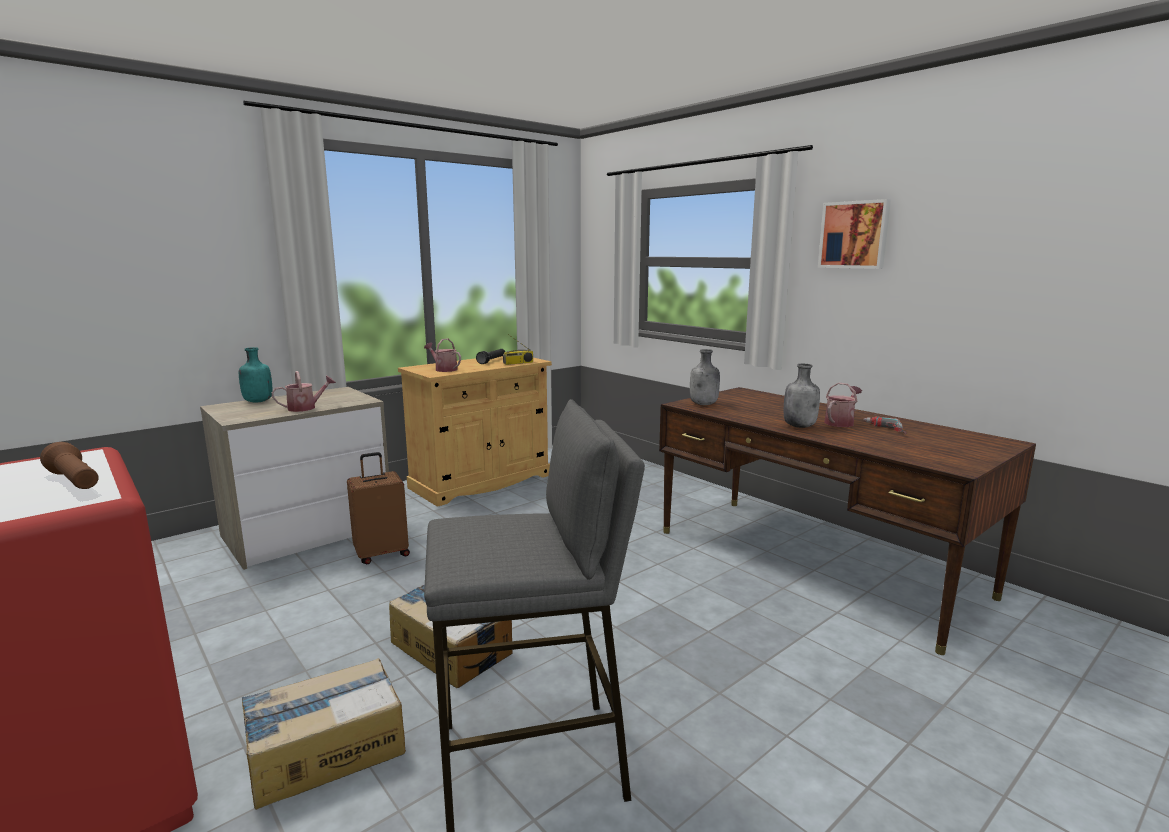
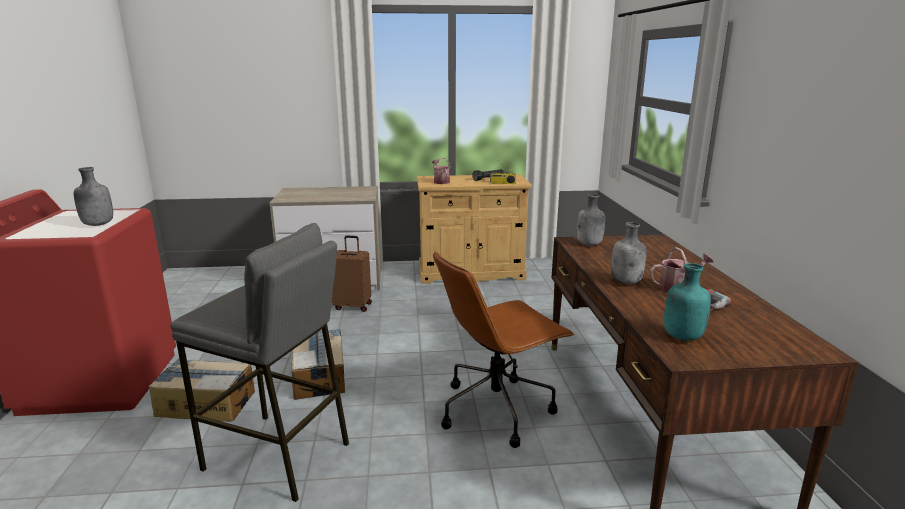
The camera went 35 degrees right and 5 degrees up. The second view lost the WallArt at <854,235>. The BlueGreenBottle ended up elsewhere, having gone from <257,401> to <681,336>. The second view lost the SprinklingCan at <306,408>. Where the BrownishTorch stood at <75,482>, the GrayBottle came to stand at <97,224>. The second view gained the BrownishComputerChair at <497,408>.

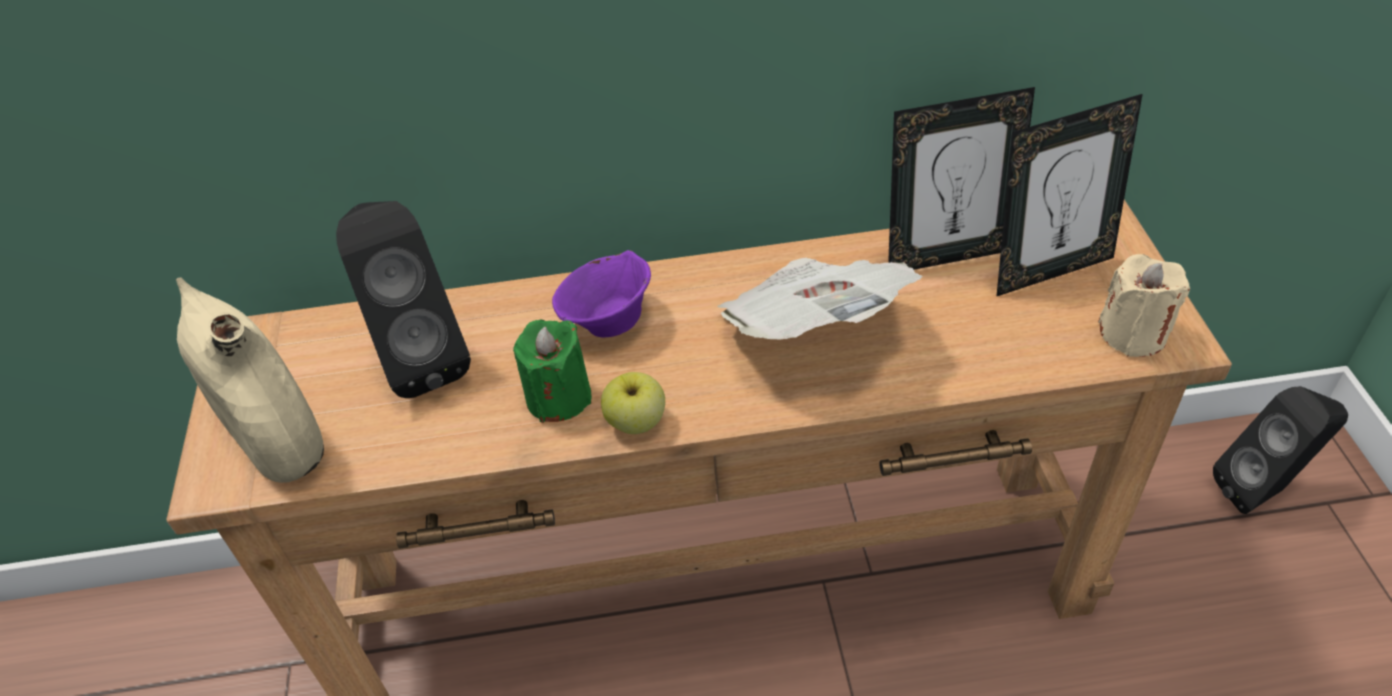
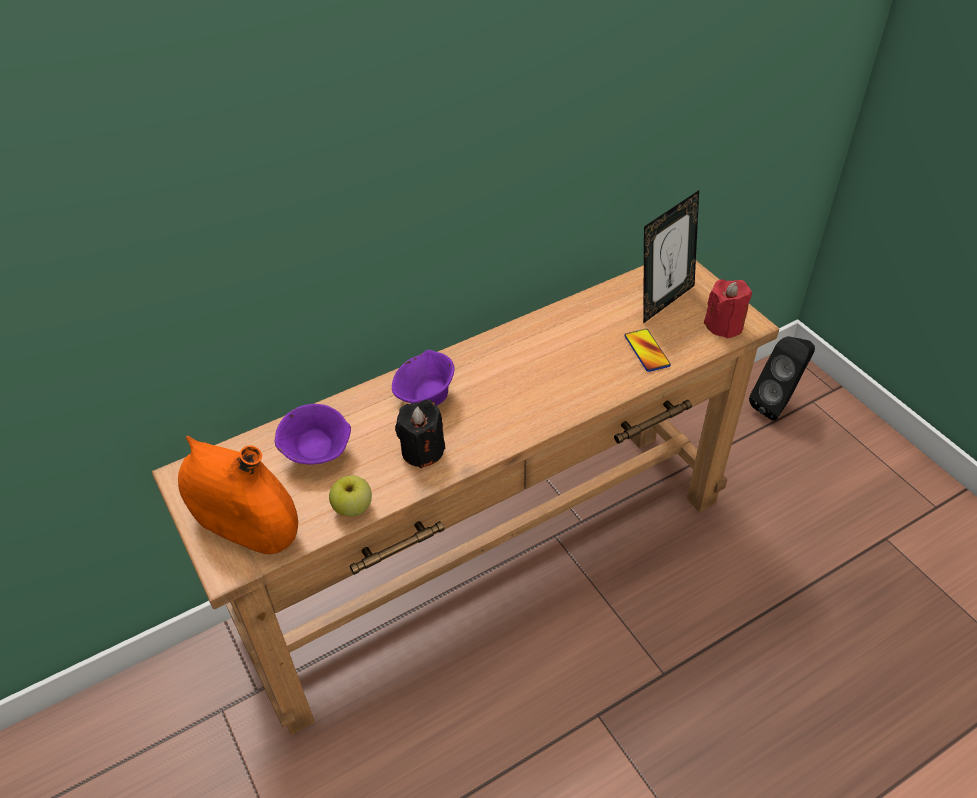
The camera went 25 degrees left and 0 degrees up. The second view lost the PhotoFrame at <947,255>. Where the BlackColouredLoudspeaker stood at <420,359>, the PurpleDeepDish came to stand at <318,454>. What was the SandColouredCandle at <1133,334> turned into the RedColouredCandle at <724,325>. The second view lost the Newspaper at <813,329>. What was the SandColouredFlowerVase at <271,433> turned into the OrangeFlowerVase at <247,527>. What was the GreenColouredCandle at <558,397> turned into the BlackColouredCandle at <422,451>. The WholeApple ended up elsewhere, having gone from <636,422> to <353,508>. The second view gained the Telephone at <647,351>.

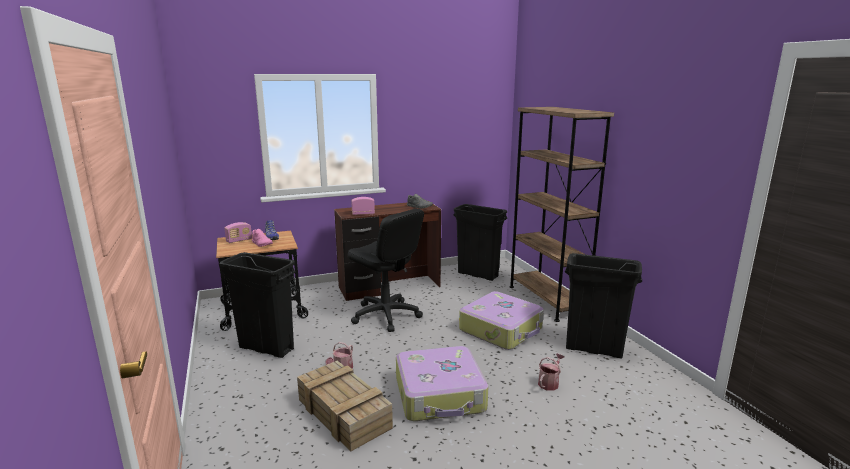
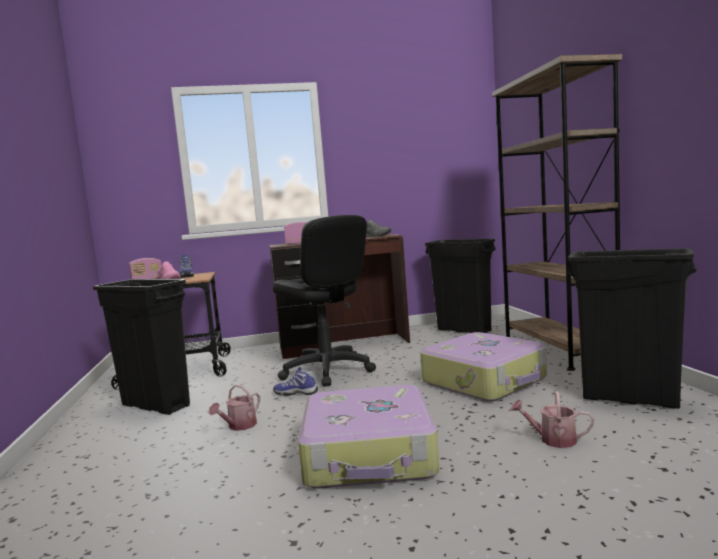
The camera went 10 degrees right and 10 degrees down. The SprinklingCan at <549,383> ended up facing another way, 120 degrees counterclockwise from before. The second view lost the Crate at <345,414>. The second view gained the LowShoe at <296,393>.

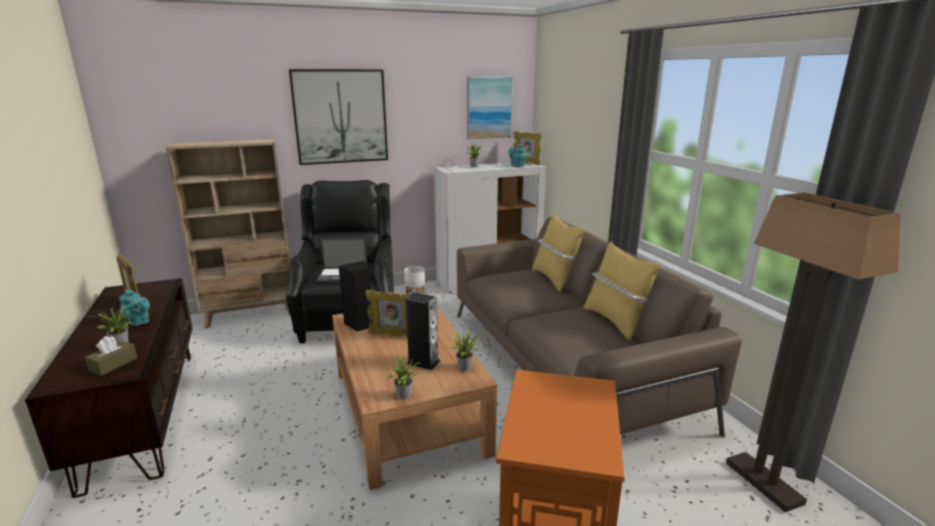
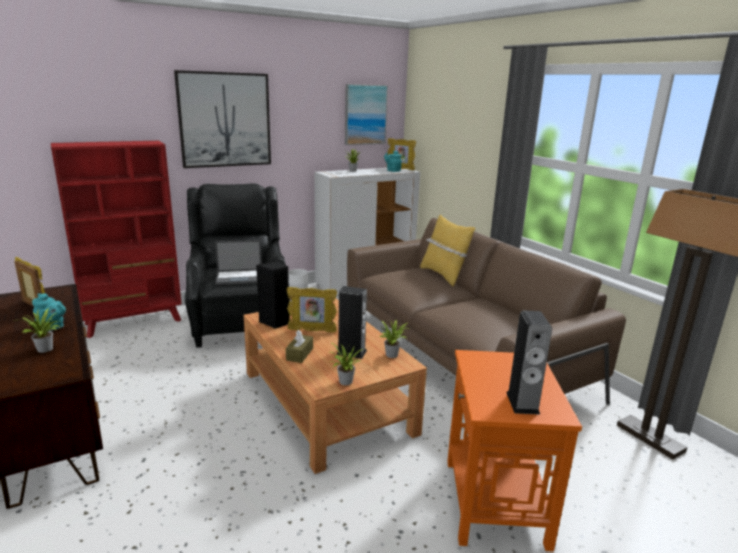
The camera went 10 degrees left and 0 degrees up. What was the SandColouredShelvingUnit at <251,314> turned into the RedColouredShelvingUnit at <134,322>. The second view lost the YellowishPillow at <615,321>. The BrownishBoxOfTissues ended up elsewhere, having gone from <113,364> to <299,354>. The second view gained the Loudspeaker at <522,403>.

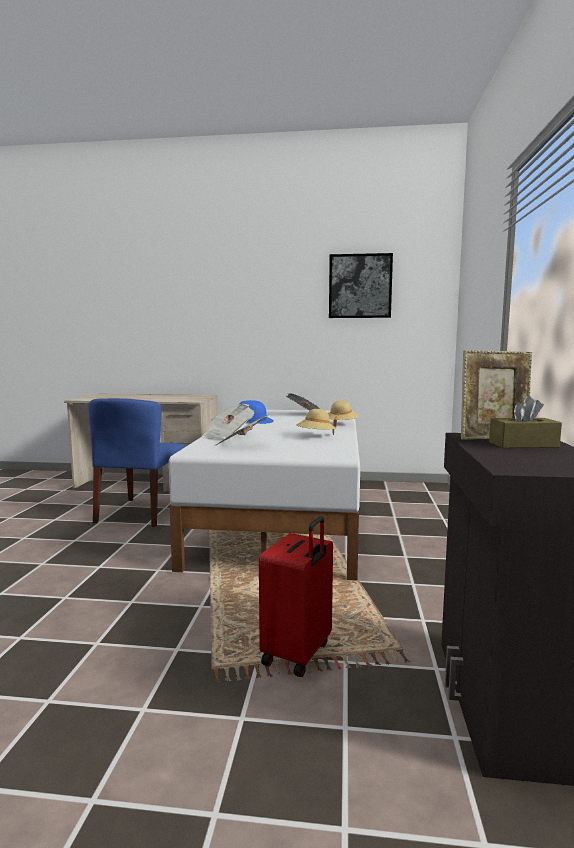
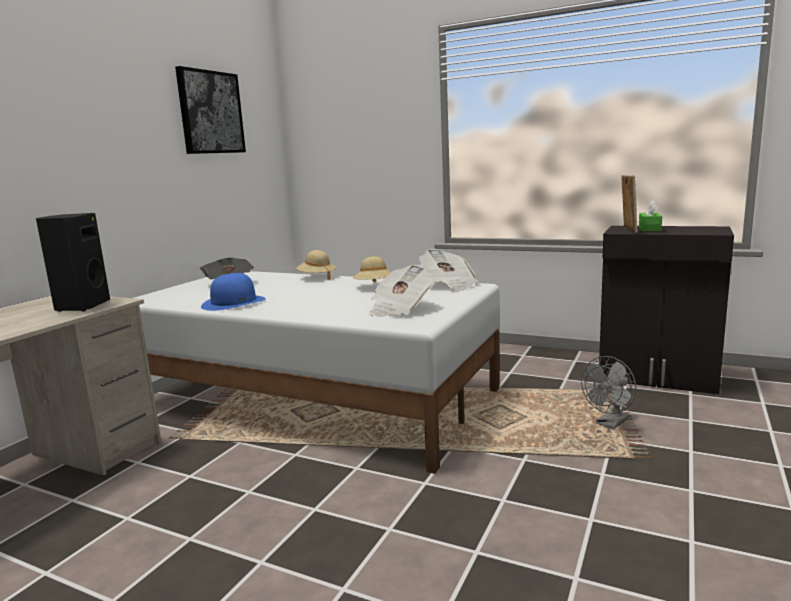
The camera went 70 degrees left and 5 degrees up. What was the BrownishBoxOfTissues at <523,445> turned into the GreenColouredBoxOfTissues at <649,229>. The second view lost the BlueColouredChair at <141,512>. The Newspaper ended up elsewhere, having gone from <227,435> to <449,285>. Where the RedColouredPieceOfLuggage stood at <298,654>, the GrayFan came to stand at <609,424>. The second view gained the BlackColouredLoudspeaker at <81,307>.

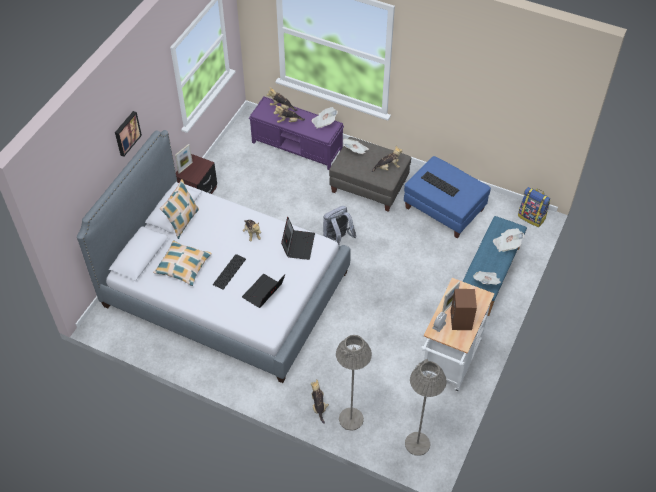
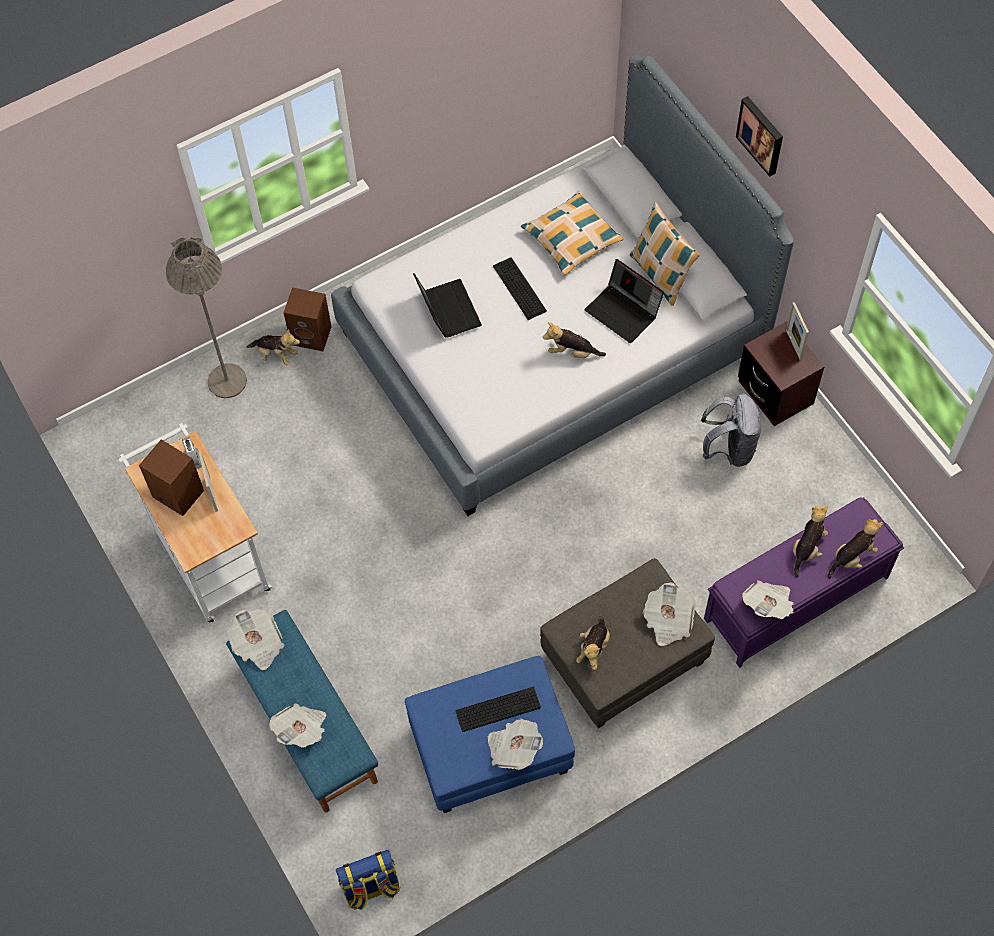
The camera went 125 degrees right and 10 degrees up. The GrayRucksack ended up elsewhere, having gone from <337,239> to <729,448>. The Laptop ended up elsewhere, having gone from <298,244> to <624,312>. The second view lost the GrayStandingLamp at <417,444>. The second view gained the BrownishLoudspeaker at <312,335>. The second view gained the Newspaper at <513,748>.

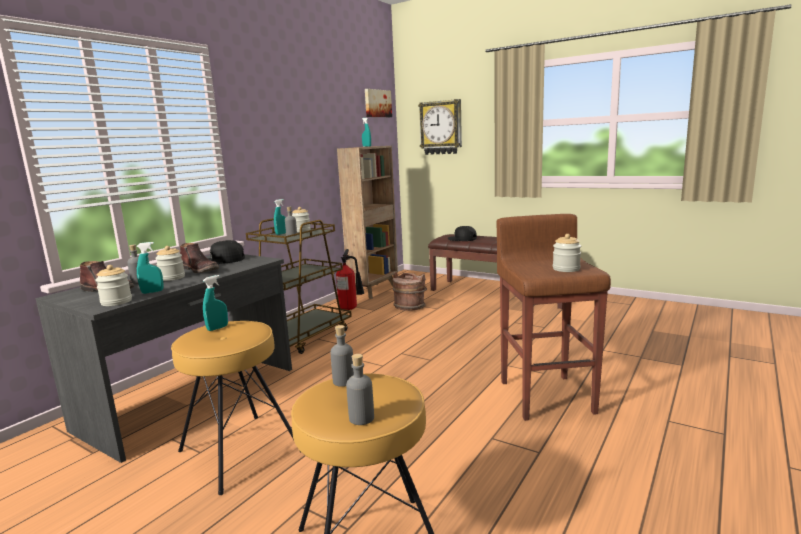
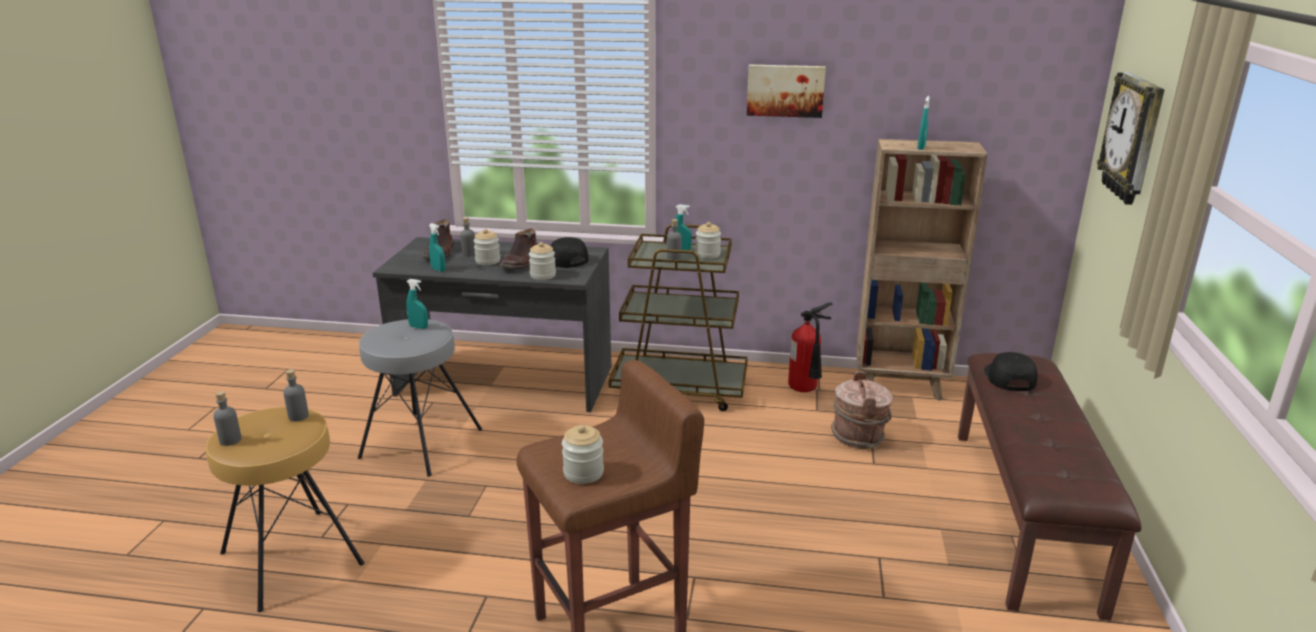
The camera went 65 degrees right and 10 degrees up. The WallArt ended up elsewhere, having gone from <377,103> to <785,90>. The Jar ended up elsewhere, having gone from <116,302> to <543,275>. What was the BrownishStoolSeat at <239,451> turned into the GrayStoolSeat at <420,443>.

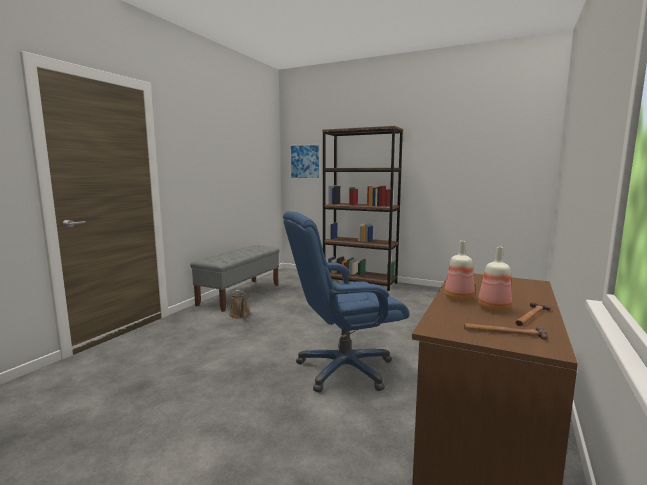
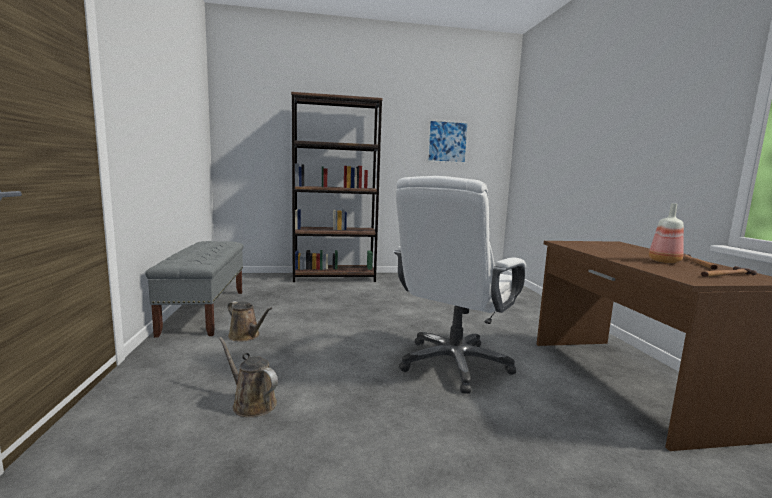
The camera went 35 degrees left and 0 degrees up. The WallArt ended up elsewhere, having gone from <305,161> to <447,141>. What was the BlueColouredComputerChair at <344,369> turned into the WhitishComputerChair at <454,364>. The second view lost the Bottle at <460,299>. The second view gained the BrownishSprinklingCan at <251,403>.

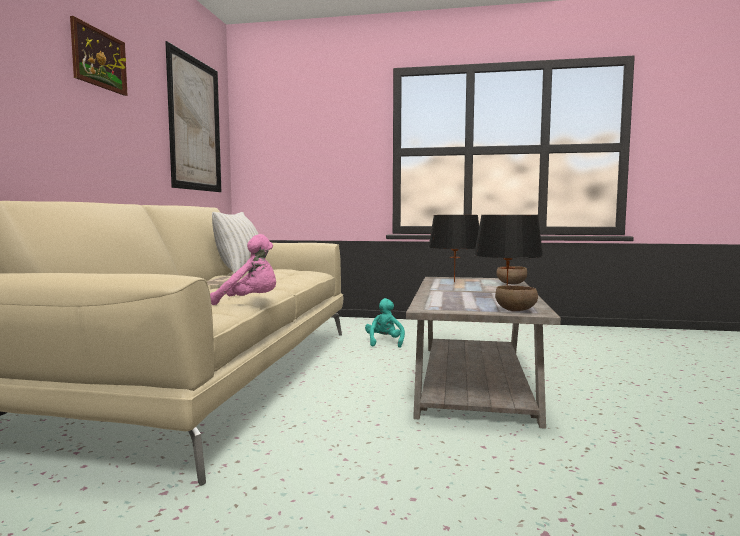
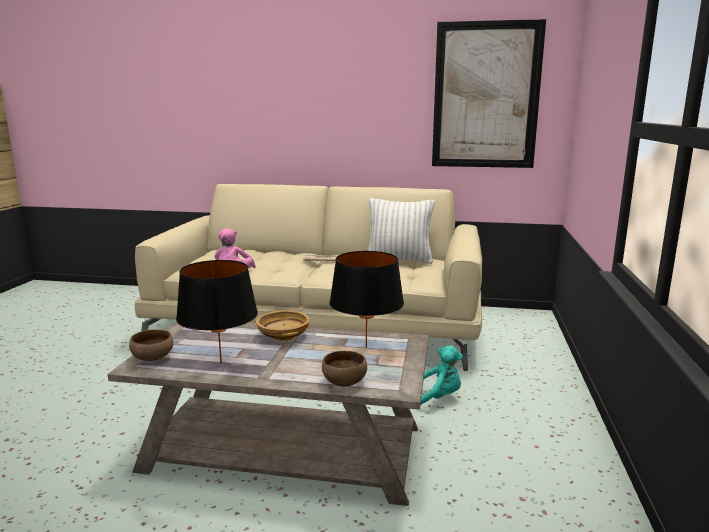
The camera went 90 degrees right and 10 degrees up. The second view lost the WallArt at <99,59>. The second view gained the SandColouredDeepDish at <283,335>.

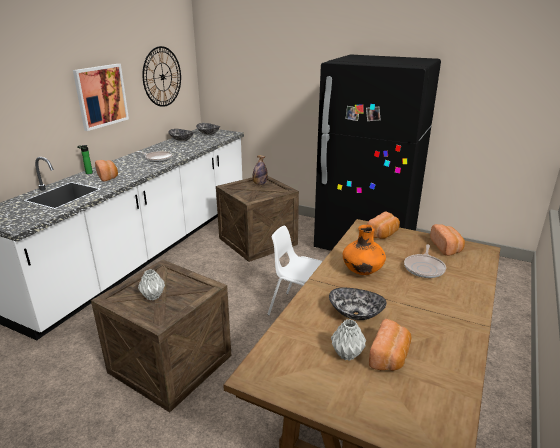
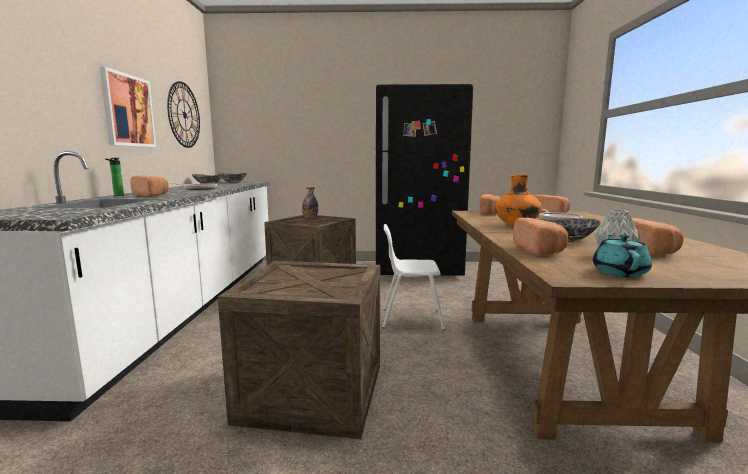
The camera went 25 degrees left and 15 degrees down. The second view lost the GrayFlowerVase at <152,296>. The second view gained the BakedBread at <540,250>. The second view gained the BlueGreenPotForTea at <619,272>.

